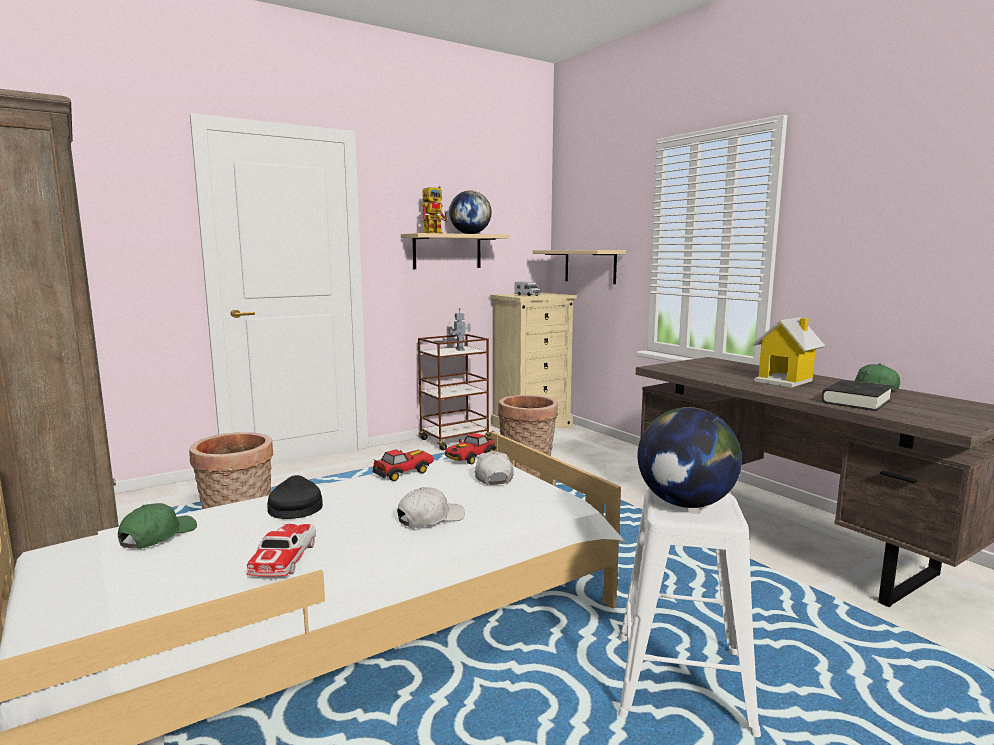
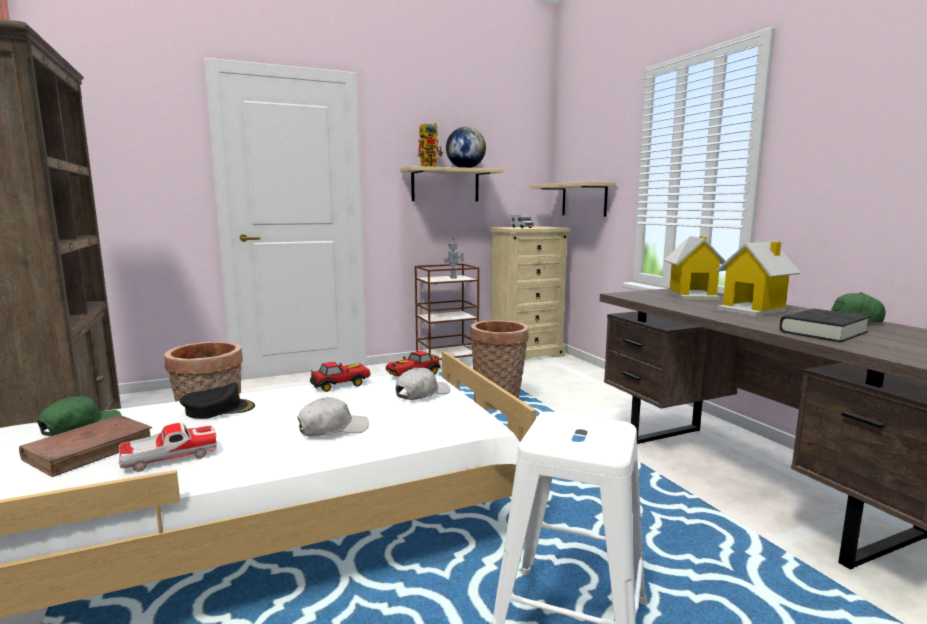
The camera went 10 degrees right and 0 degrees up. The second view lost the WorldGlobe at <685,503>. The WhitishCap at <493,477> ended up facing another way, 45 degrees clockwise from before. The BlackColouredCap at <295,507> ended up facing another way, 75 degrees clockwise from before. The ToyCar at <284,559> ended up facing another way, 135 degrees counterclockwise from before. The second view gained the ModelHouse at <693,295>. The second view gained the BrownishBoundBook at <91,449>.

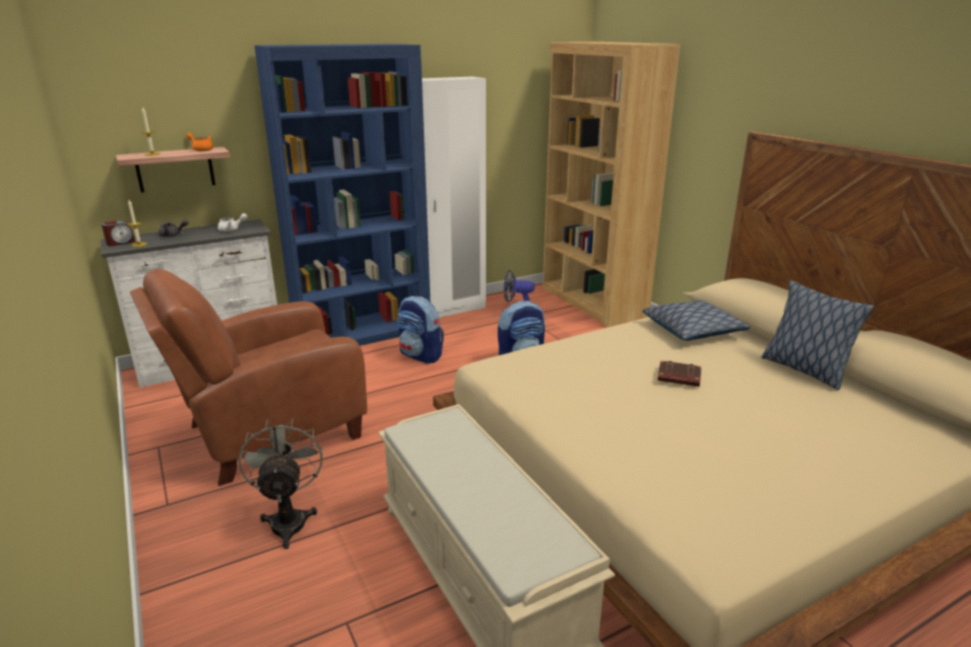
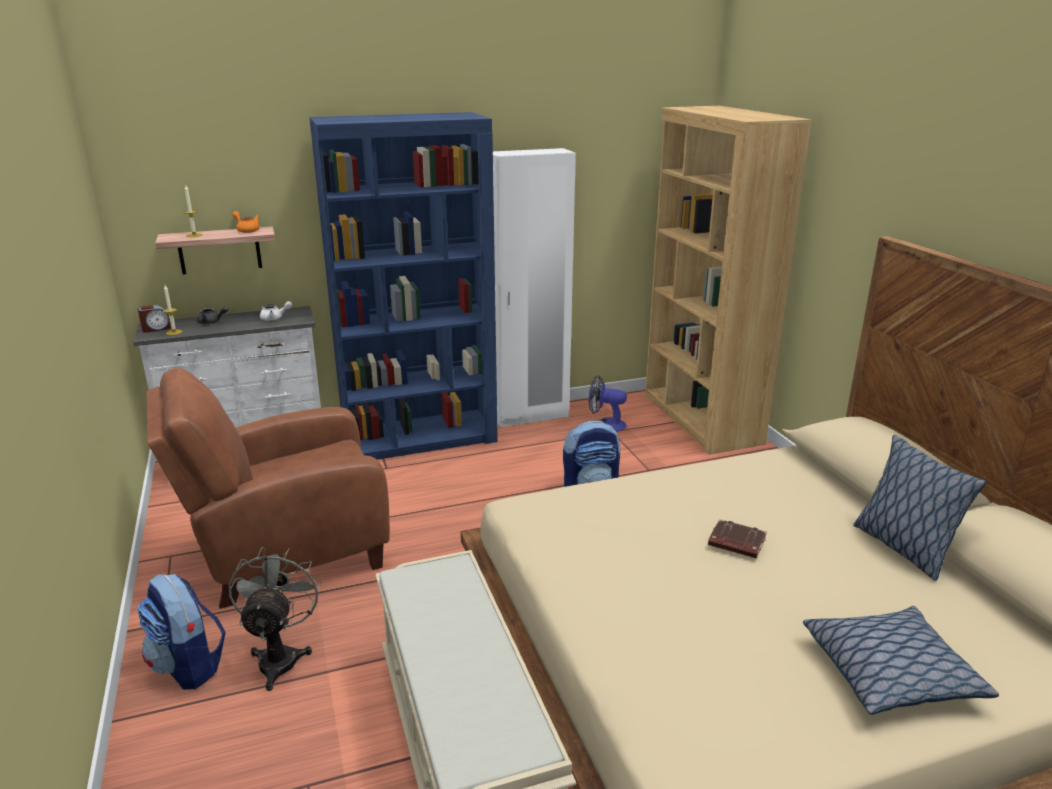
The camera went 10 degrees right and 0 degrees up. The Rucksack ended up elsewhere, having gone from <421,355> to <189,666>. The Pillow ended up elsewhere, having gone from <692,330> to <890,672>.

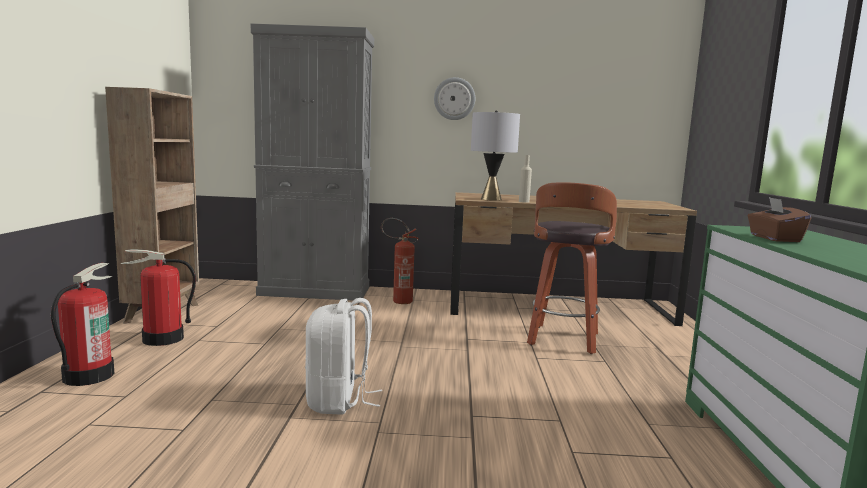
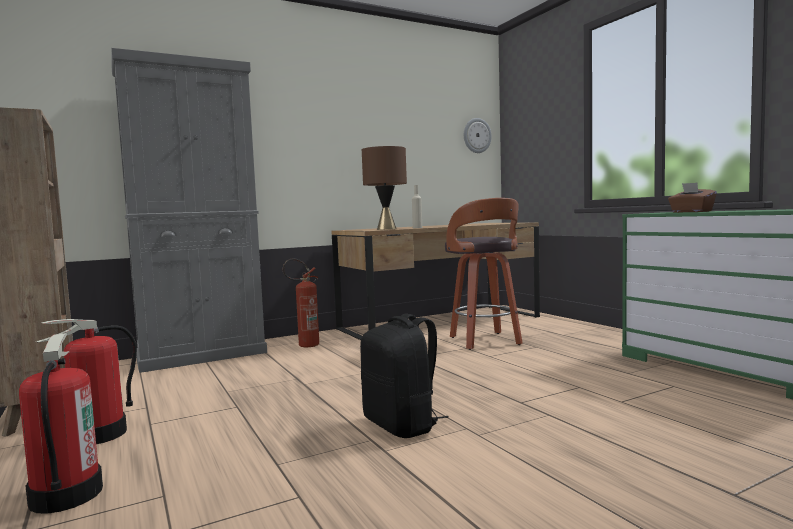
The camera went 30 degrees left and 5 degrees down. The ClockOnTheWall ended up elsewhere, having gone from <454,99> to <476,135>. What was the GrayLampForATable at <491,199> turned into the BrownishLampForATable at <386,229>. What was the WhitishRucksack at <339,401> turned into the BlackColouredRucksack at <402,425>.

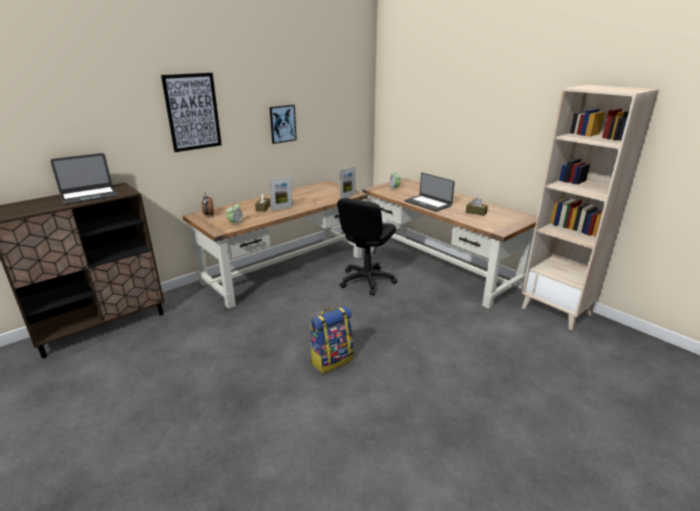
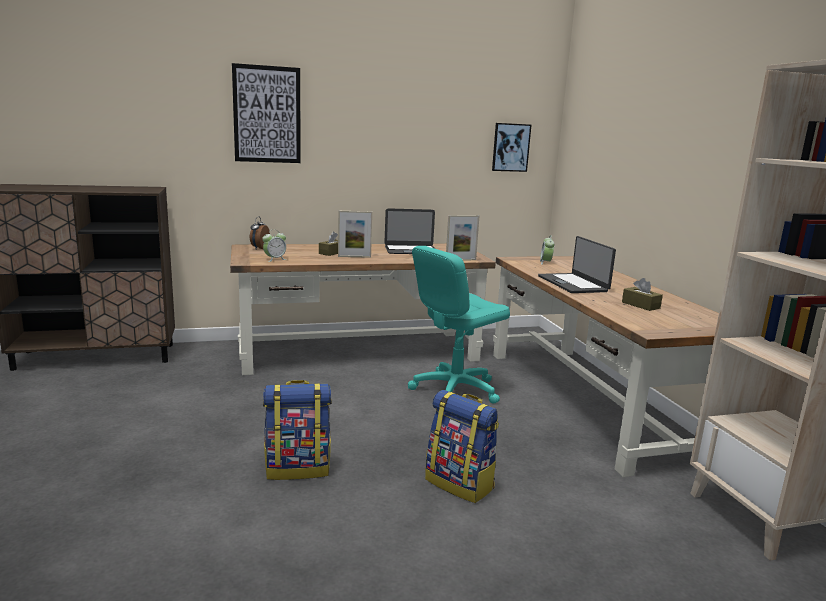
The camera went 25 degrees right and 10 degrees down. The WallArt ended up elsewhere, having gone from <282,123> to <510,147>. The Laptop ended up elsewhere, having gone from <89,195> to <411,250>. What was the BlackColouredComputerChair at <366,280> turned into the BlueGreenComputerChair at <454,390>. The second view gained the Rucksack at <460,484>.

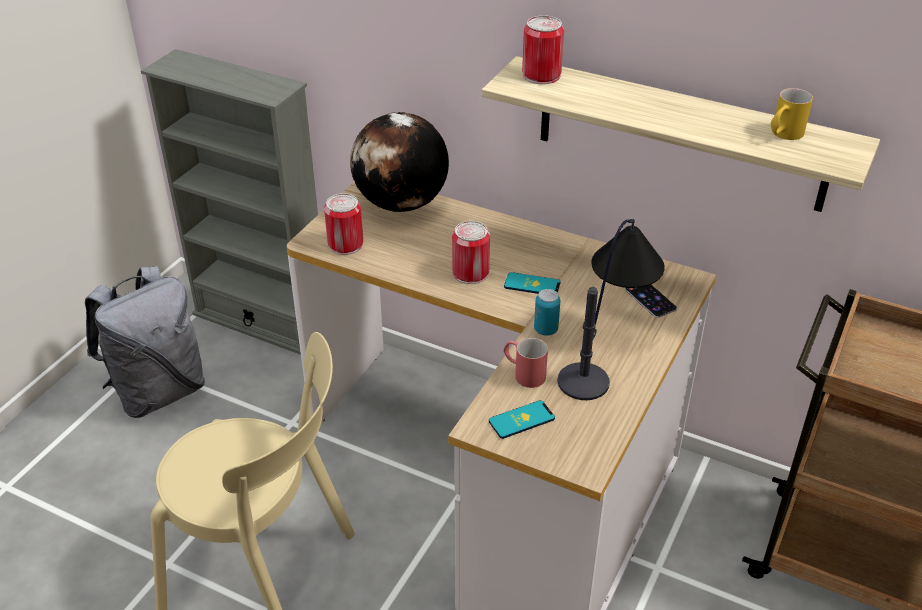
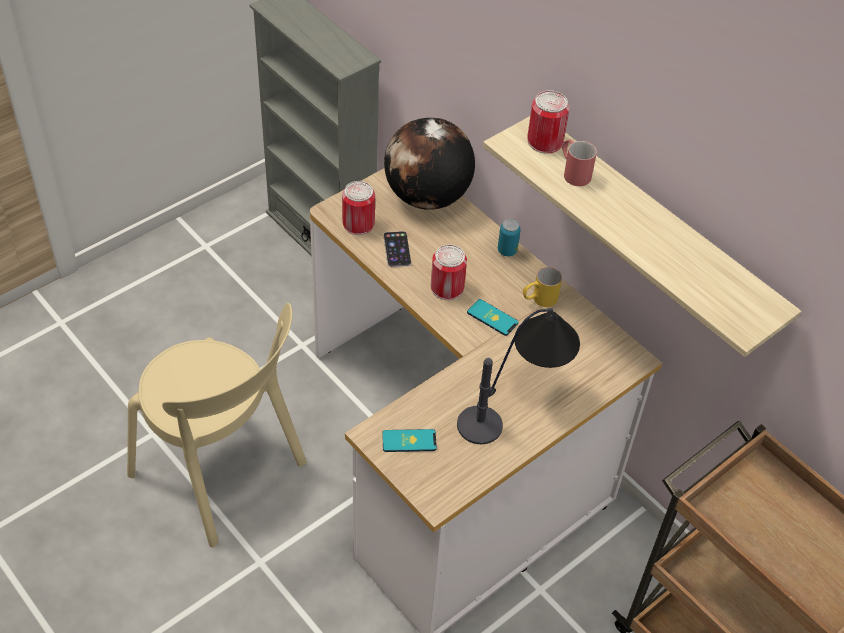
The camera went 20 degrees right and 10 degrees up. The YellowishCoffeeMug ended up elsewhere, having gone from <783,135> to <539,299>. The second view lost the GrayRucksack at <158,391>. The Telephone ended up elsewhere, having gone from <650,299> to <397,249>. The SealedCan ended up elsewhere, having gone from <546,329> to <507,251>. The RedColouredCoffeeMug ended up elsewhere, having gone from <523,373> to <573,172>.

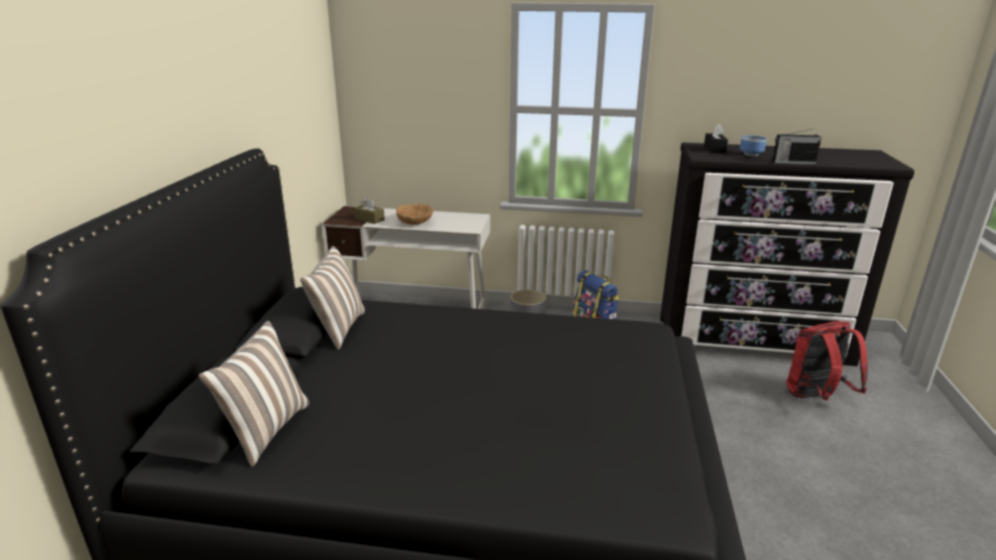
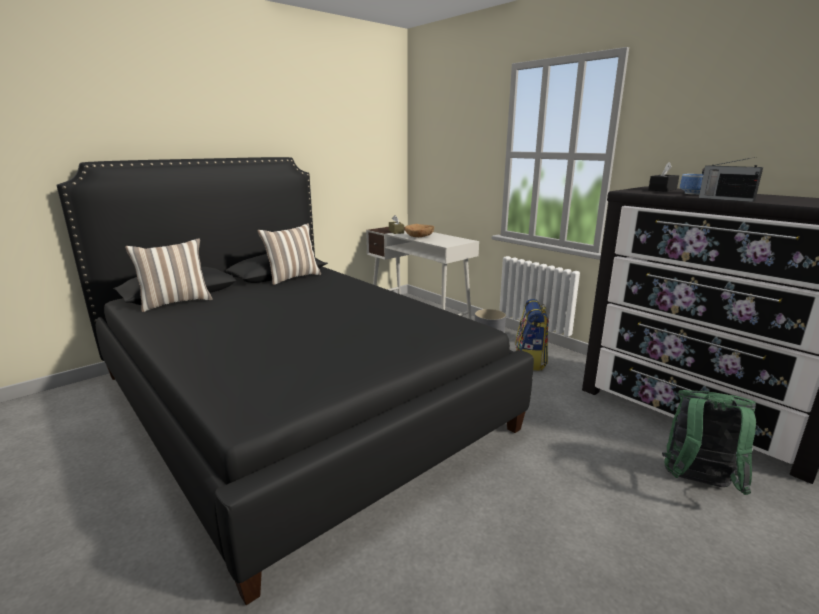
The camera went 40 degrees right and 5 degrees down. What was the RedColouredRucksack at <816,397> turned into the GreenColouredRucksack at <697,483>.

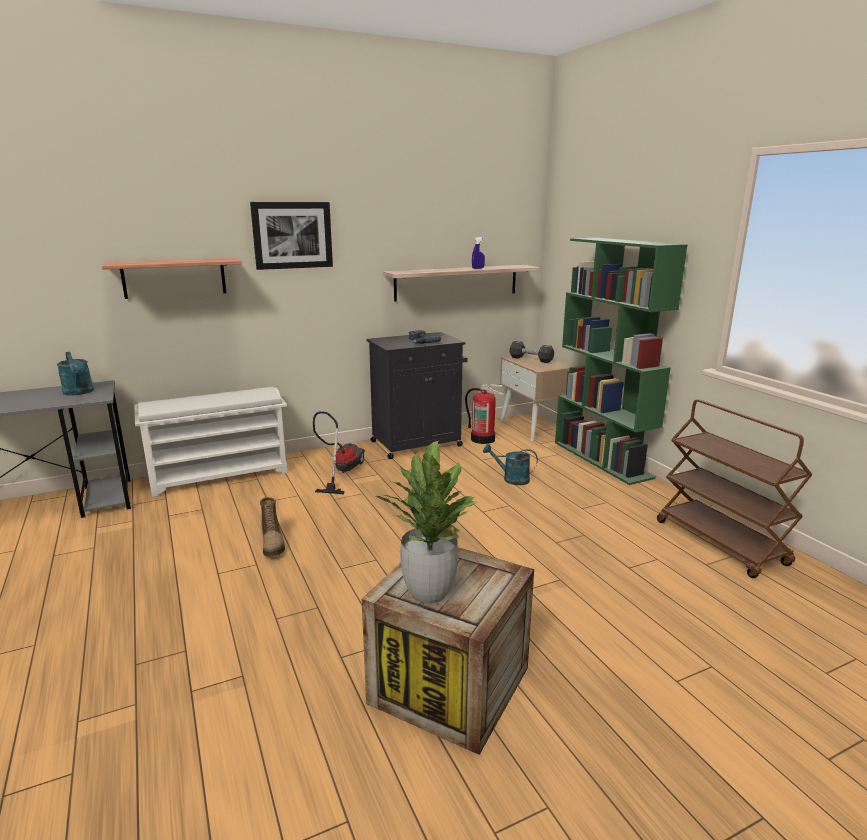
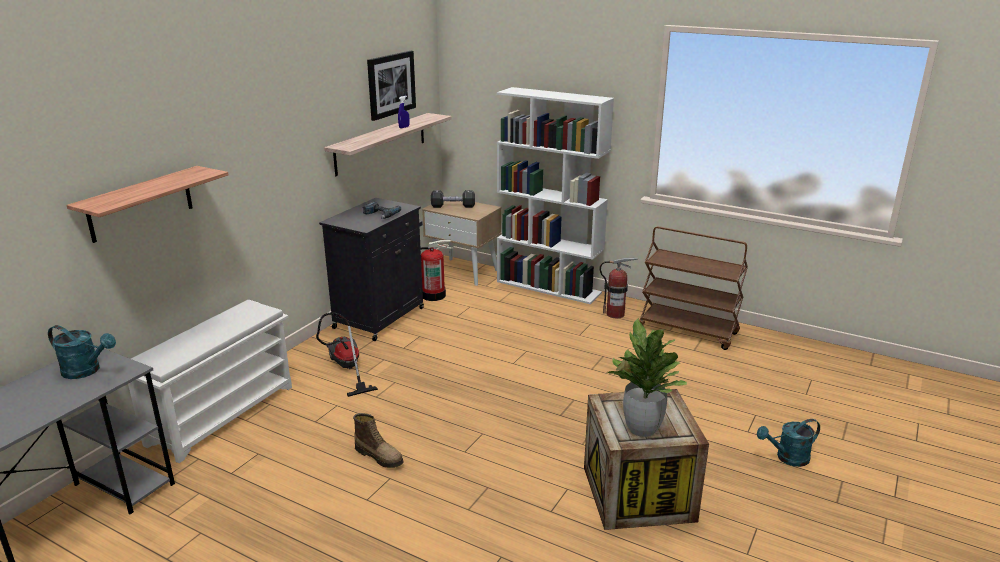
The camera went 35 degrees left and 5 degrees up. The WallArt ended up elsewhere, having gone from <292,235> to <391,84>. What was the GreenColouredShelvingUnit at <602,459> turned into the WhitishShelvingUnit at <549,287>. The BlueGreenSprinklingCan ended up elsewhere, having gone from <511,479> to <787,458>. The second view gained the FireFightingCylinder at <615,314>.

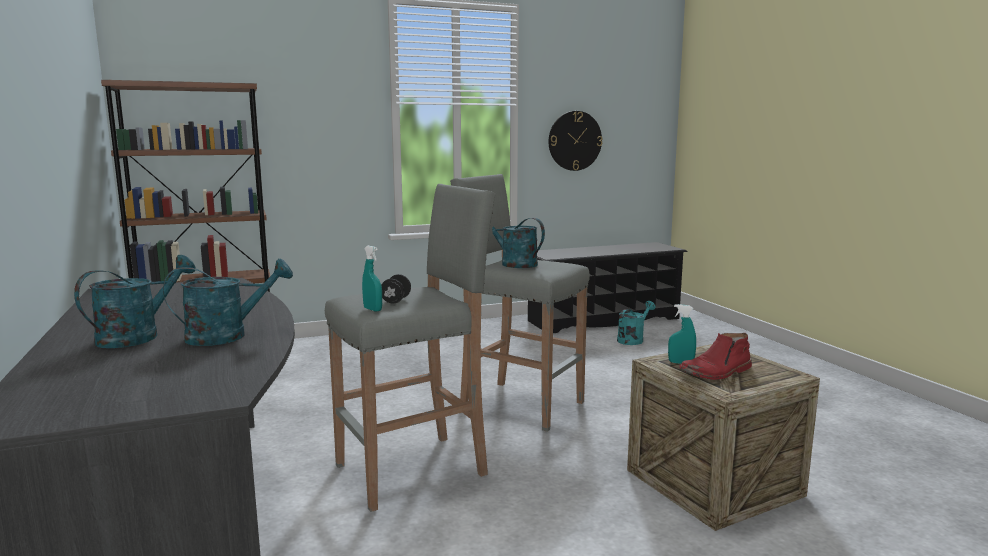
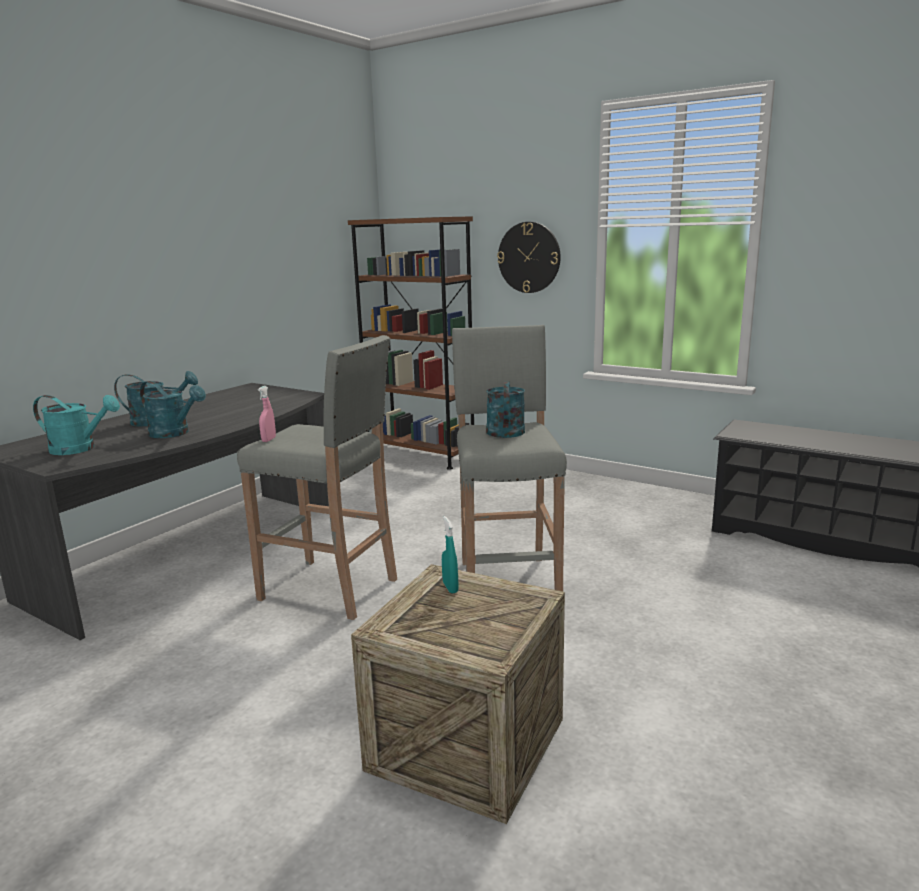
The camera went 55 degrees right and 5 degrees up. The ClockOnTheWall ended up elsewhere, having gone from <574,141> to <529,257>. What was the BlueGreenSprayer at <372,309> turned into the PinkColouredSprayer at <269,440>. The second view lost the BlackColouredFreeWeight at <396,300>. The BlueGreenSprinklingCan ended up elsewhere, having gone from <633,339> to <80,449>. The second view lost the RedColouredBoot at <716,372>.

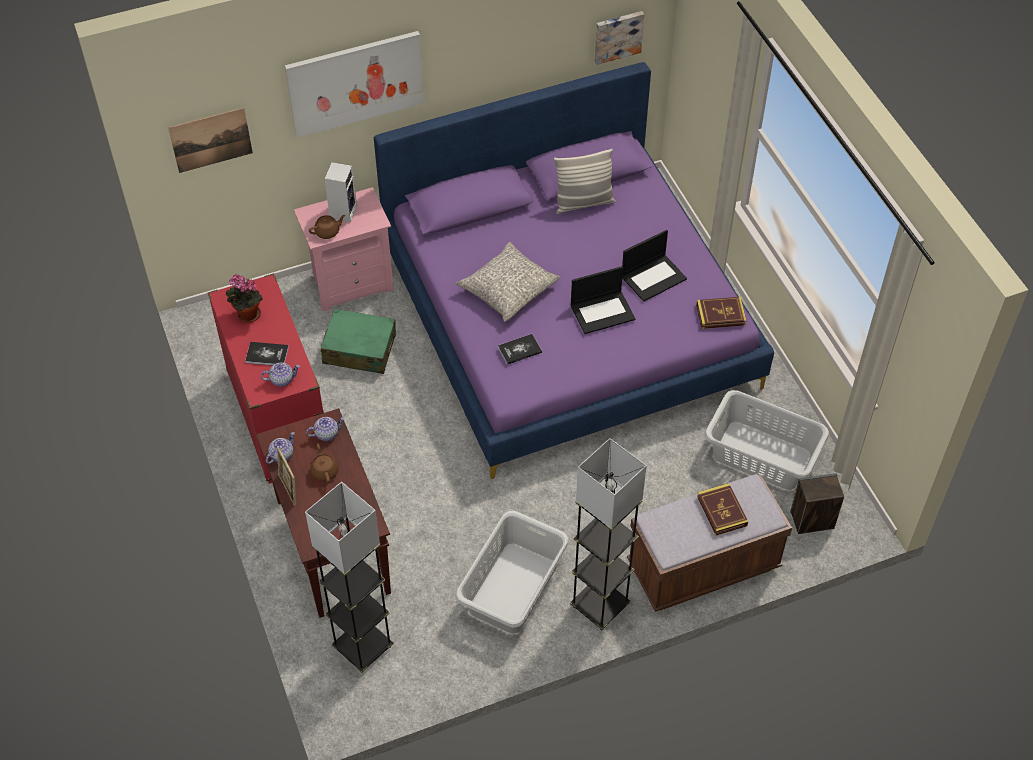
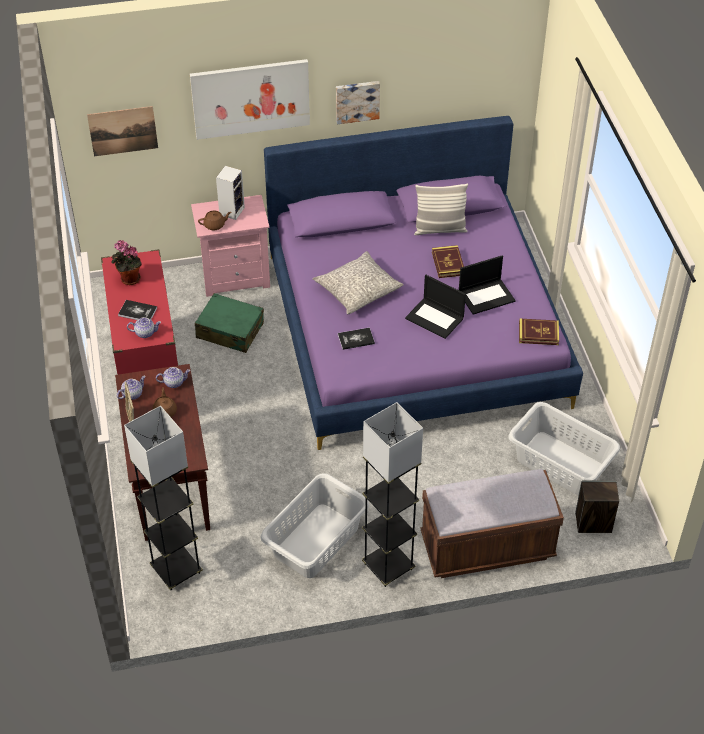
The camera went 10 degrees right and 5 degrees down. The WallArt ended up elsewhere, having gone from <617,36> to <357,101>. The Laptop at <603,312> ended up facing another way, 45 degrees clockwise from before. The BoundBook ended up elsewhere, having gone from <721,511> to <448,263>.

